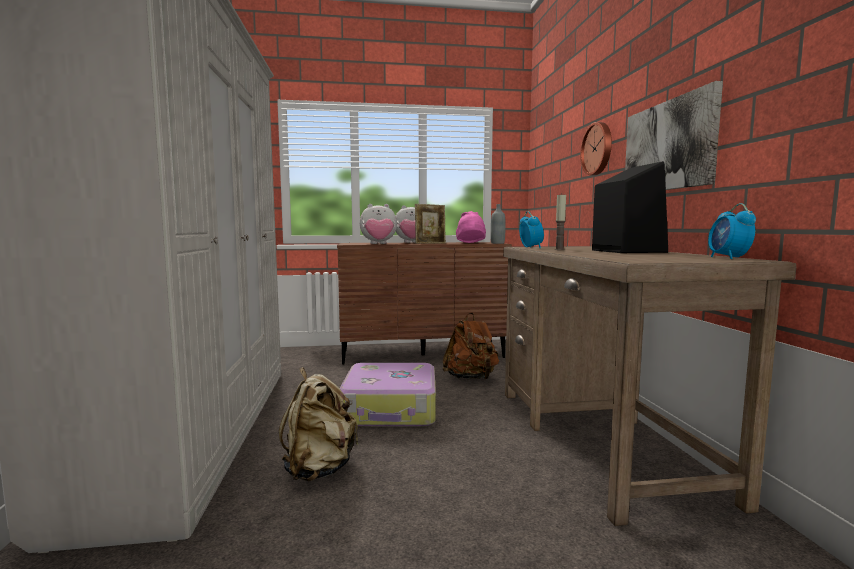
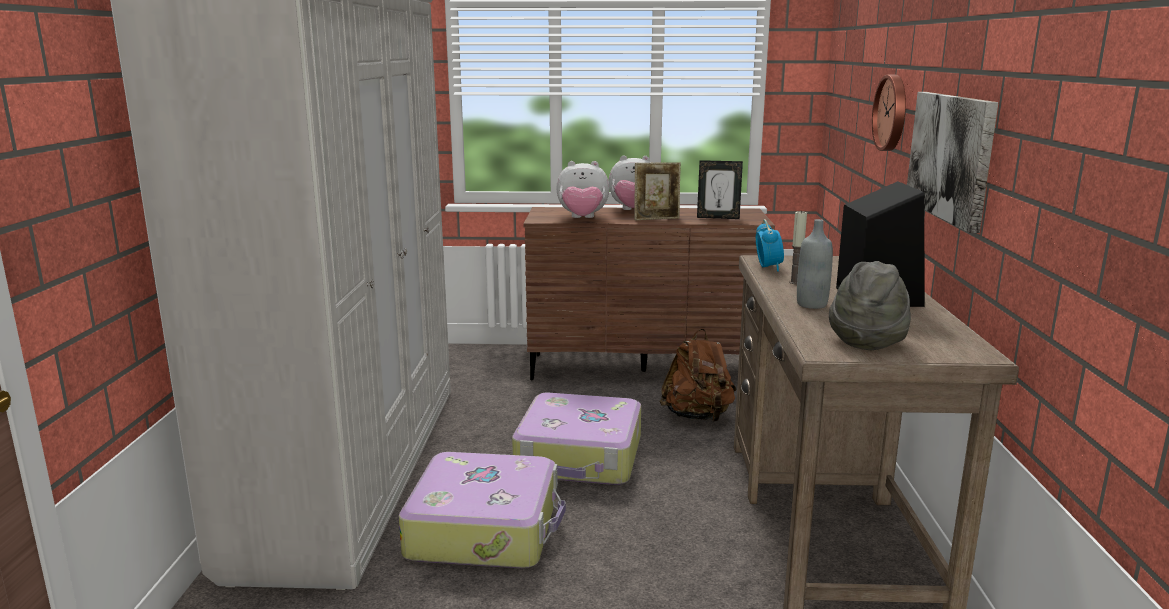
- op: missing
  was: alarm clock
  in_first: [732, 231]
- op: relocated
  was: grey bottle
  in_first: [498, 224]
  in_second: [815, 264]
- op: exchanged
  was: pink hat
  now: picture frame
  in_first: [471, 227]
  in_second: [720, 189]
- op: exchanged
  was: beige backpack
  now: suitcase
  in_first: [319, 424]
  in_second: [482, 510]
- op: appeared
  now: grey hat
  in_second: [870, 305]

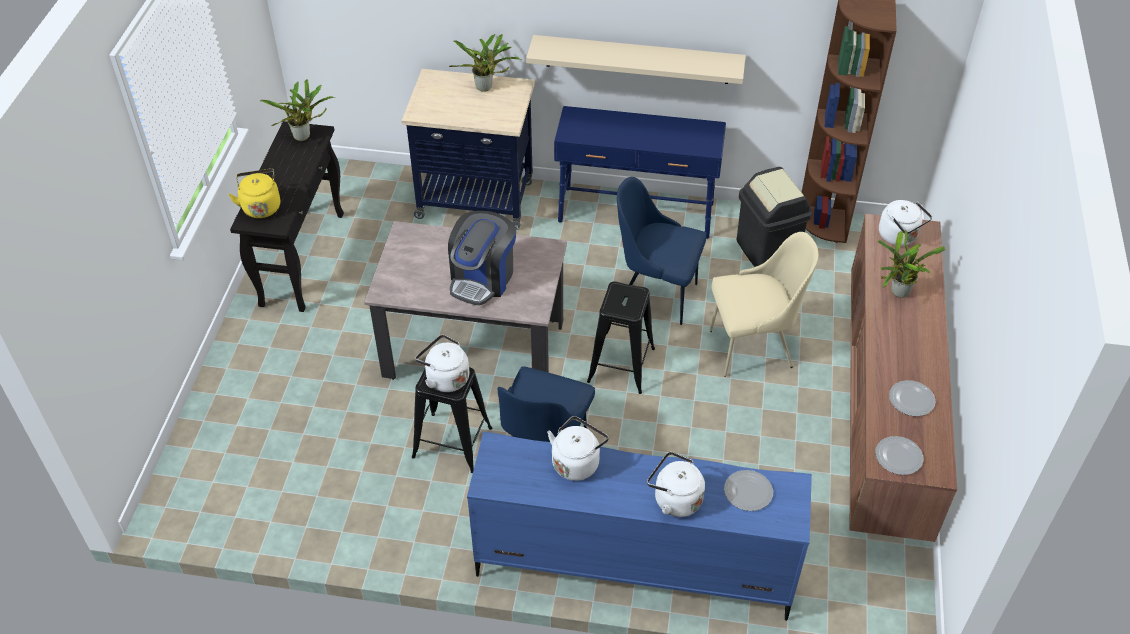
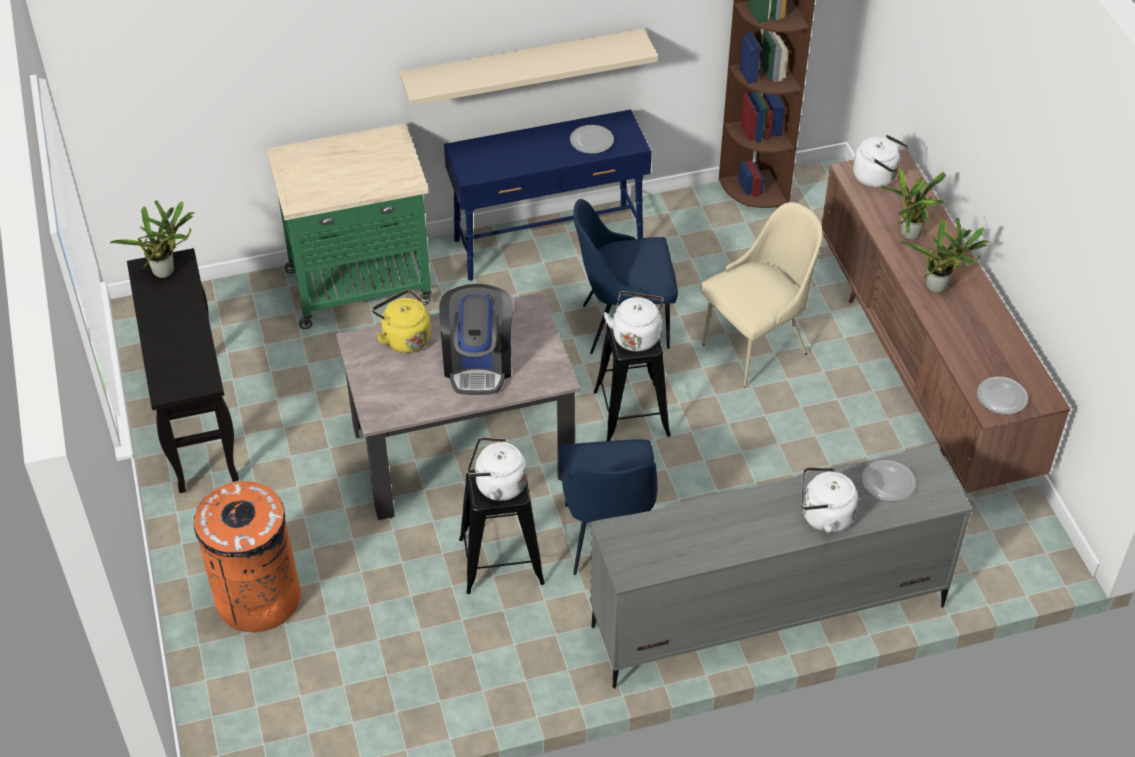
- op: relocated
  was: potted plant
  in_first: [485, 63]
  in_second: [945, 255]
- op: colour
  was: blue cart
  now: green cart
  in_first: [468, 149]
  in_second: [348, 226]
- op: missing
  was: black trash can
  in_first: [774, 217]
- op: relocated
  was: yellow kettle
  in_first: [254, 193]
  in_second: [401, 321]
- op: relocated
  was: plate
  in_first: [912, 398]
  in_second: [592, 139]
- op: relocated
  was: white kettle
  in_first: [578, 448]
  in_second: [633, 321]
- op: colour
  was: blue dresser
  now: grey dresser
  in_first: [639, 526]
  in_second: [781, 565]
- op: appeared
  now: orange trash can
  in_second: [247, 557]

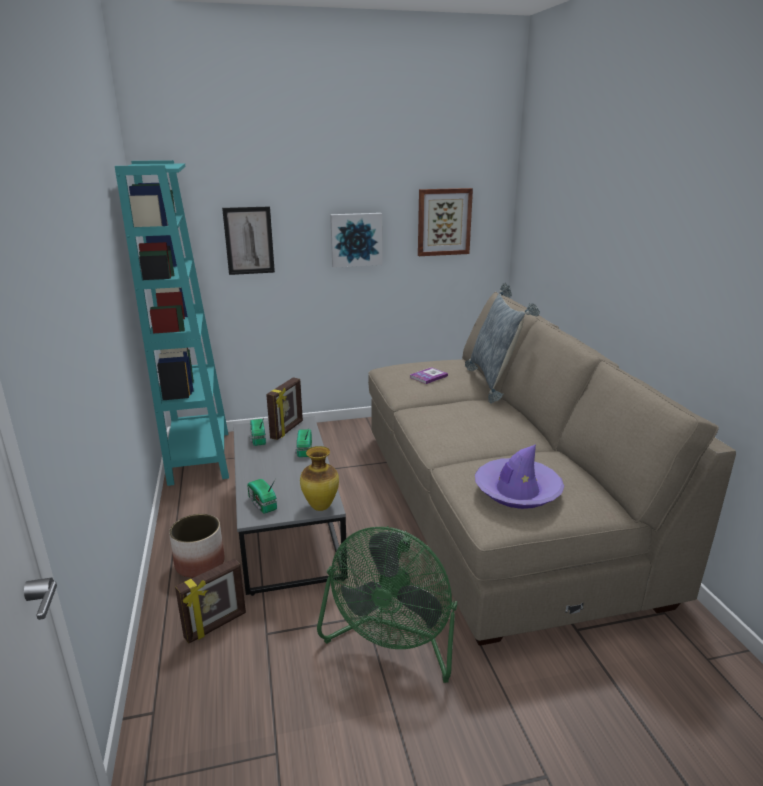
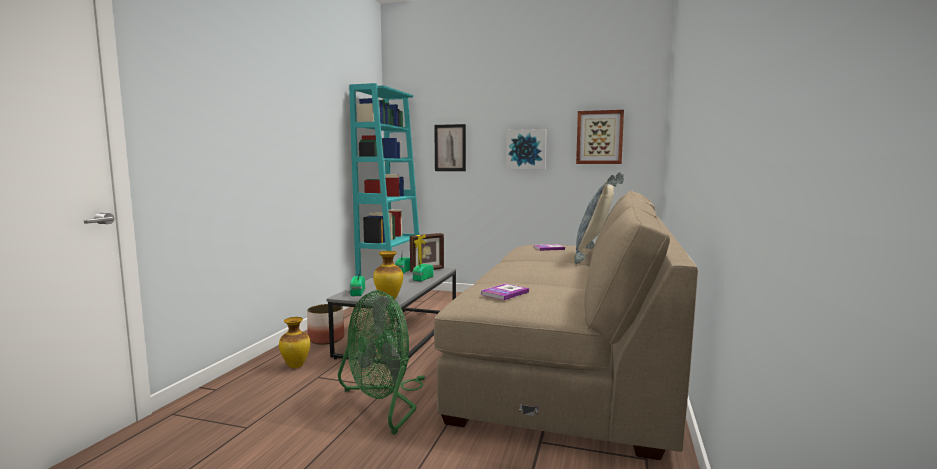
- op: exchanged
  was: purple hat
  now: book
  in_first: [519, 476]
  in_second: [505, 291]
- op: exchanged
  was: picture frame
  now: vase
  in_first: [210, 600]
  in_second: [294, 342]

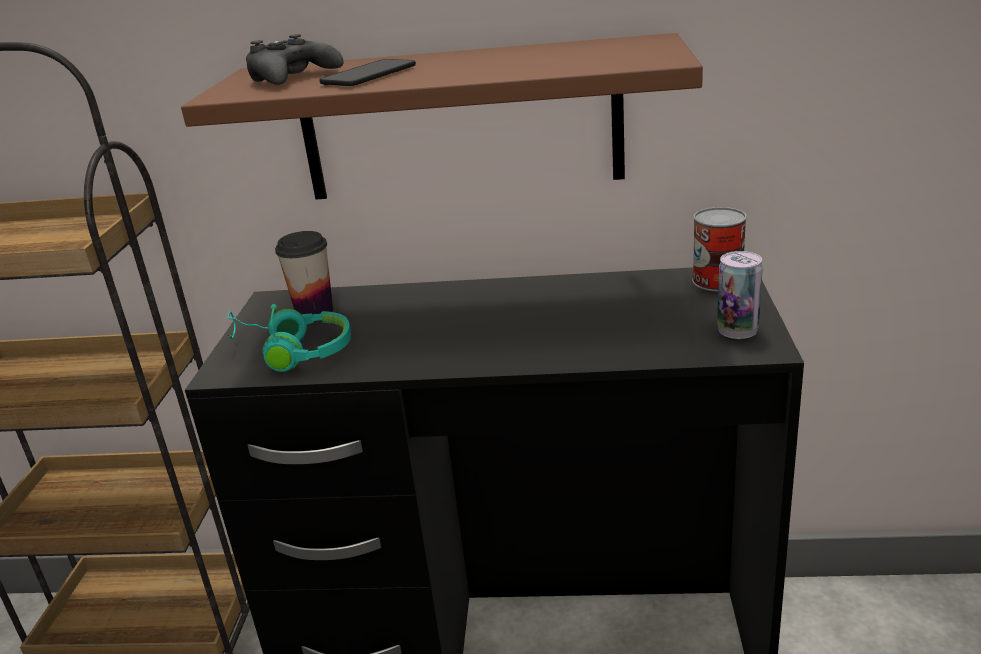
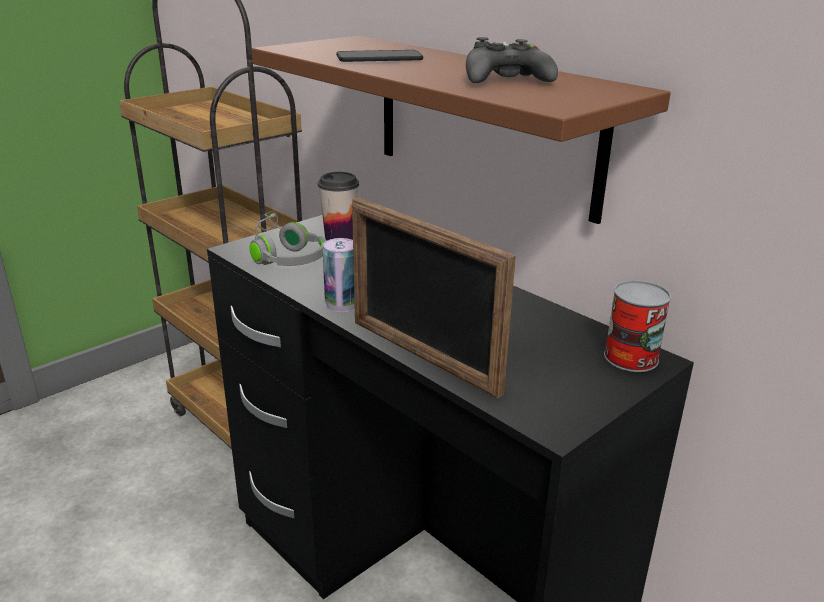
- op: relocated
  was: black game controller
  in_first: [295, 59]
  in_second: [512, 60]
- op: relocated
  was: can
  in_first: [740, 295]
  in_second: [339, 275]
- op: colour
  was: turquoise headphones
  now: grey headphones
  in_first: [289, 338]
  in_second: [287, 238]
- op: appeared
  now: picture frame
  in_second: [434, 297]

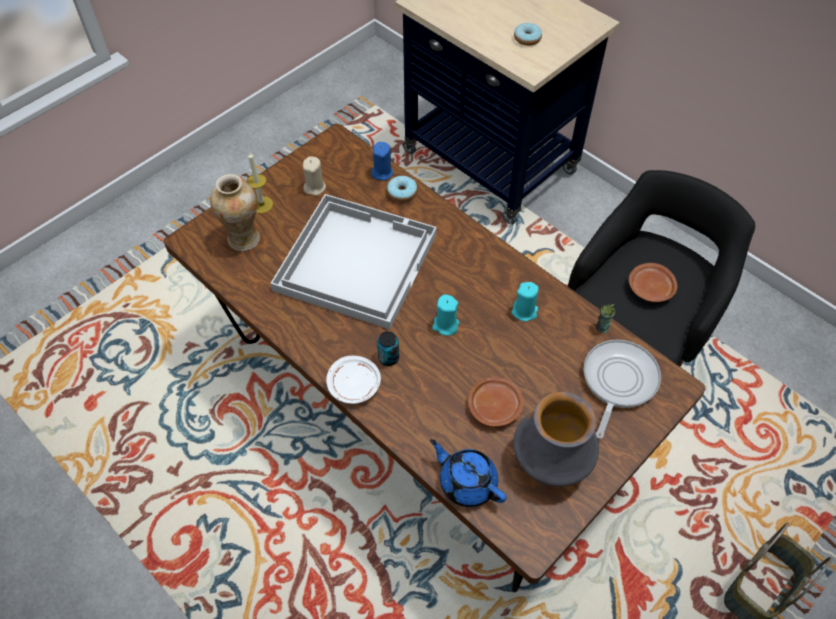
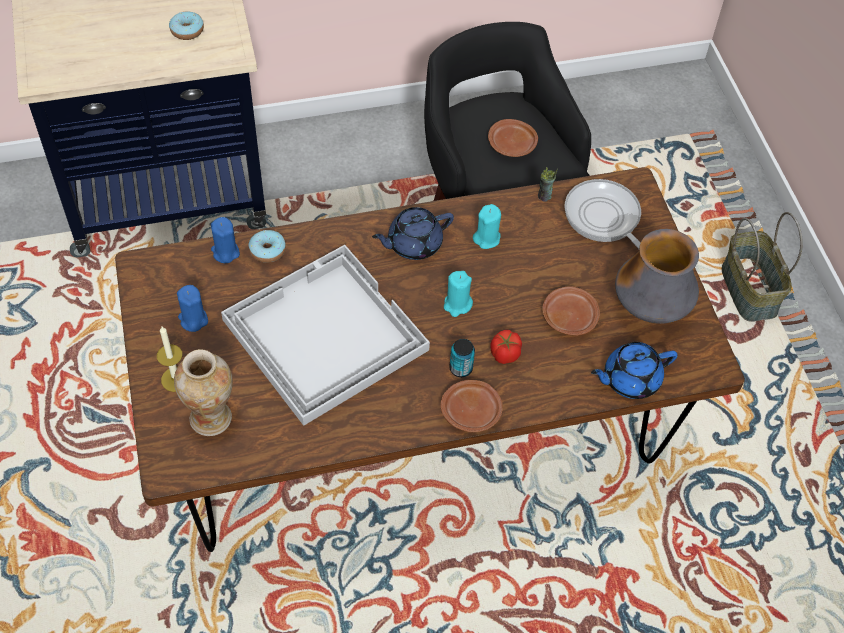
- op: colour
  was: beige candle
  now: blue candle
  in_first: [314, 176]
  in_second: [192, 308]
- op: colour
  was: white plate
  now: brown plate
  in_first: [353, 380]
  in_second: [471, 406]
- op: appeared
  now: blue teapot
  in_second: [413, 233]
- op: appeared
  now: tomato
  in_second: [506, 347]

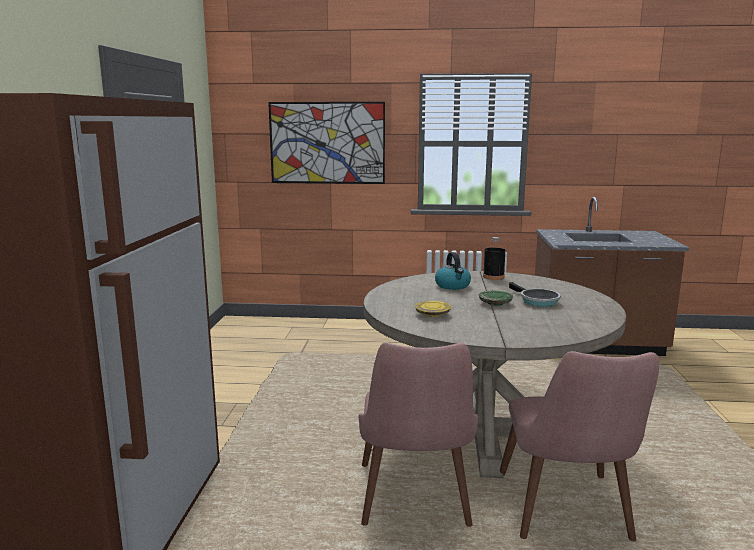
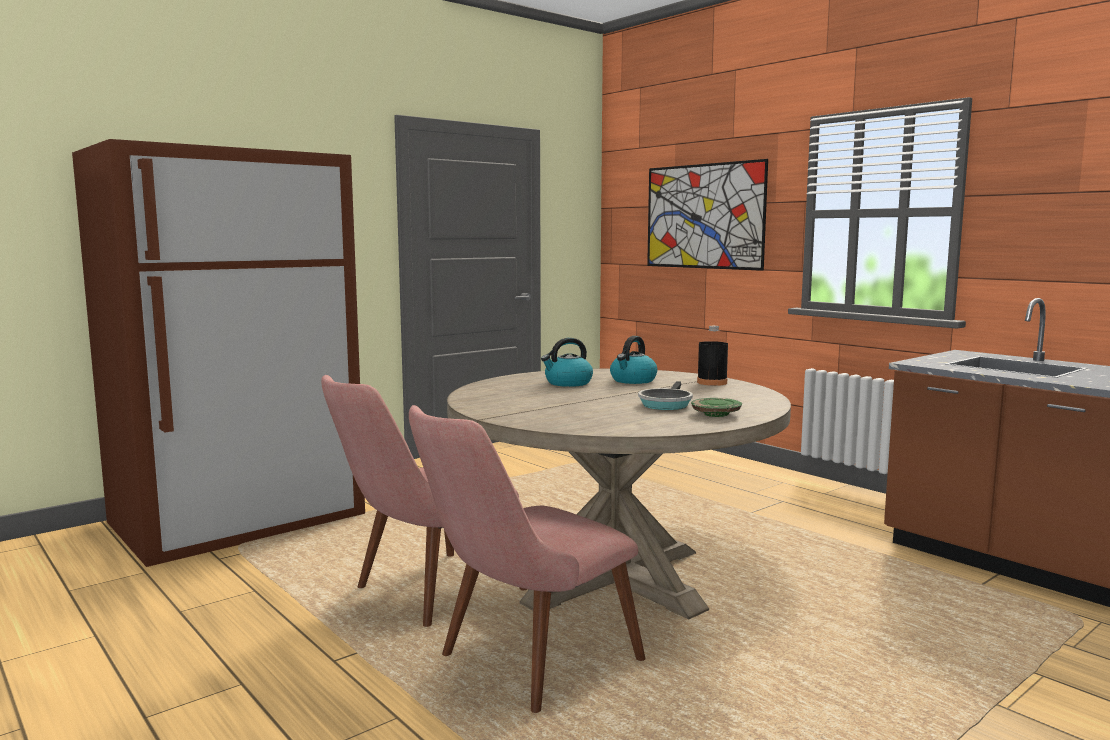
- op: relocated
  was: green plate
  in_first: [496, 298]
  in_second: [716, 407]
- op: missing
  was: yellow plate
  in_first: [433, 309]
- op: appeared
  now: kettle
  in_second: [567, 362]

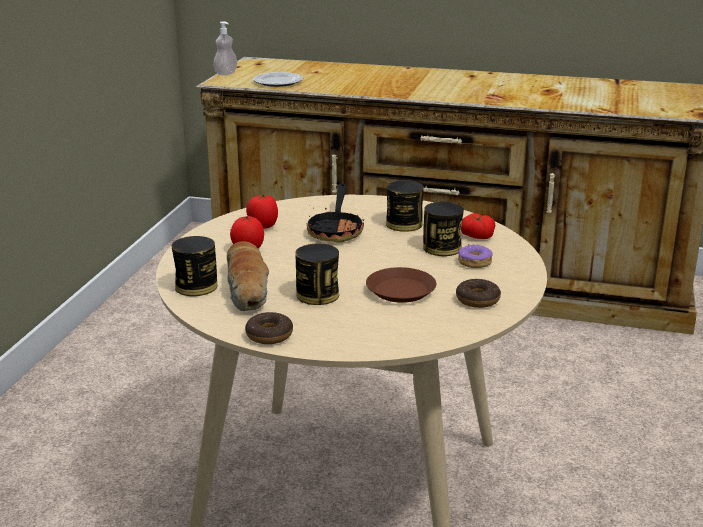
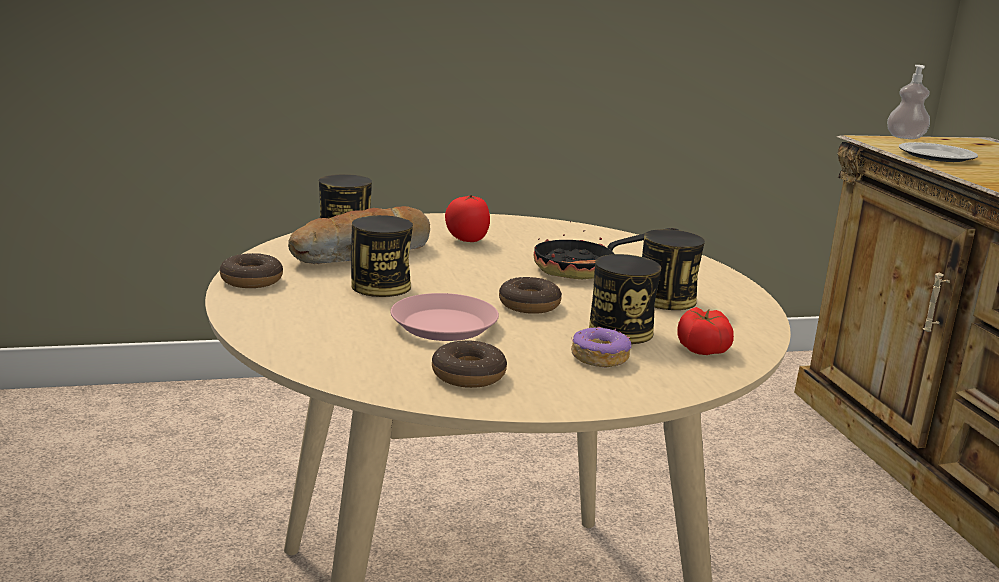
- op: missing
  was: tomato
  in_first: [262, 211]
- op: colour
  was: brown plate
  now: pink plate
  in_first: [401, 285]
  in_second: [444, 317]
- op: appeared
  now: donut
  in_second: [530, 295]

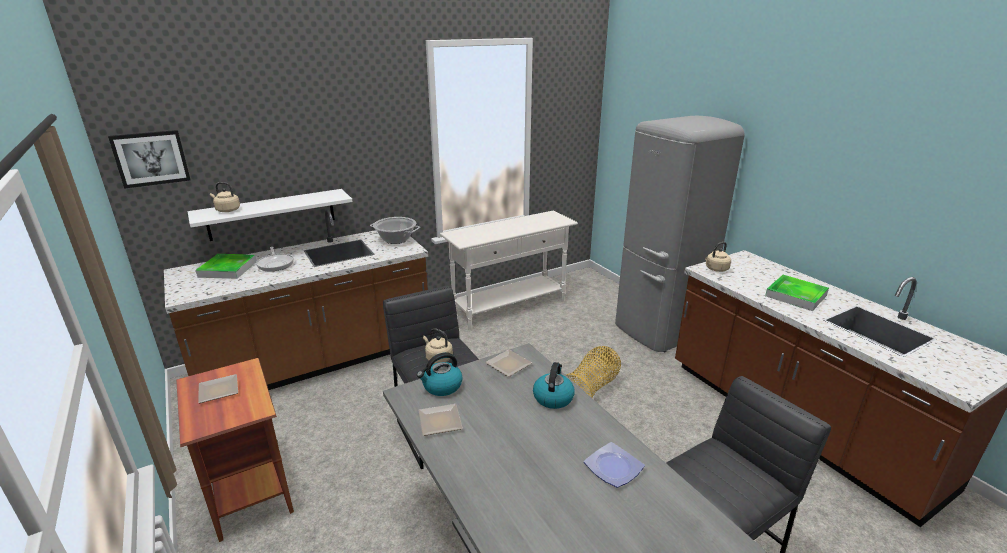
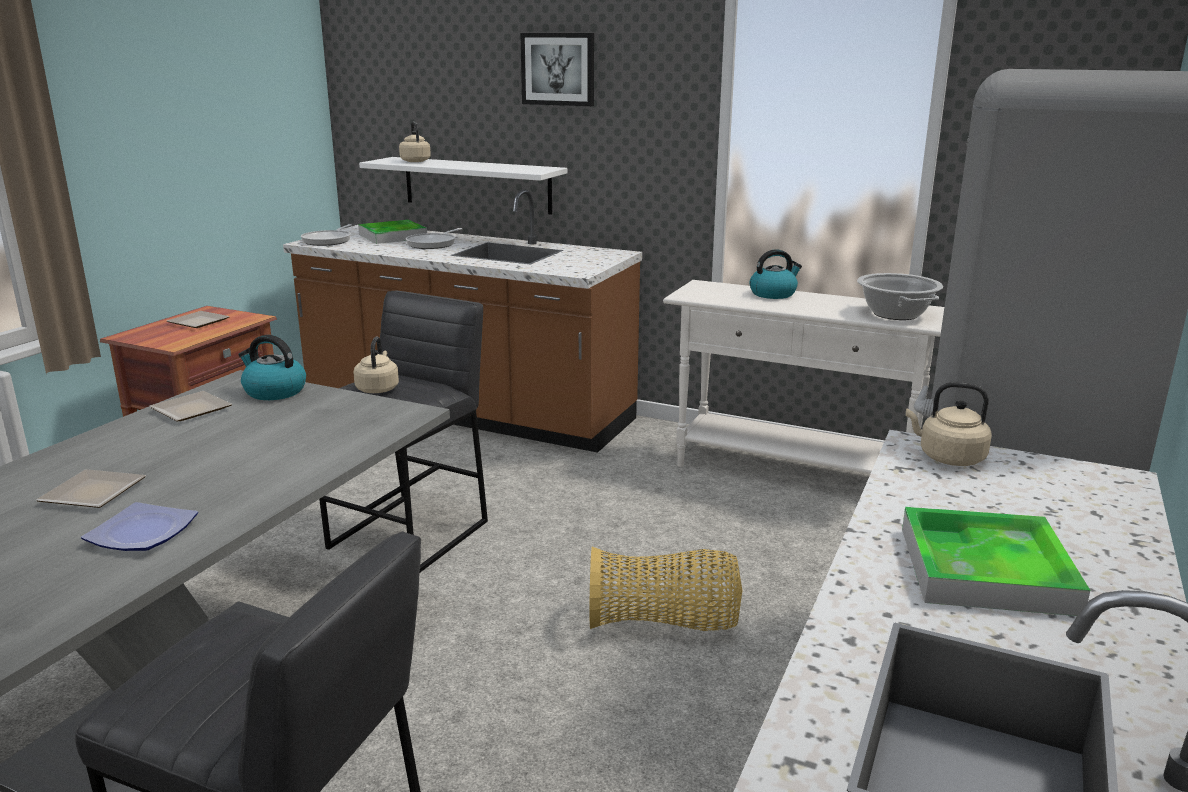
- op: relocated
  was: picture
  in_first: [149, 159]
  in_second: [557, 69]
- op: relocated
  was: cooking pot
  in_first: [395, 230]
  in_second: [900, 296]
- op: relocated
  was: plate
  in_first: [508, 363]
  in_second: [91, 488]
- op: relocated
  was: kettle
  in_first: [554, 385]
  in_second: [776, 274]
- op: appeared
  now: frying pan
  in_second: [326, 235]

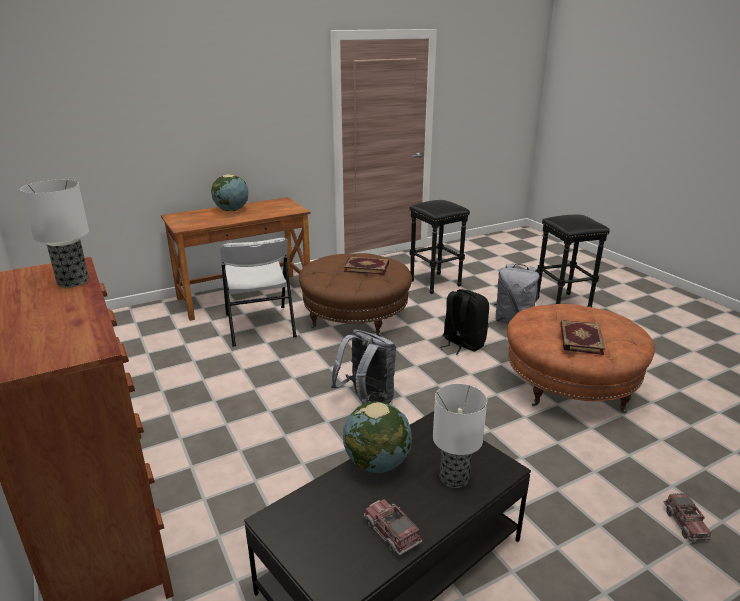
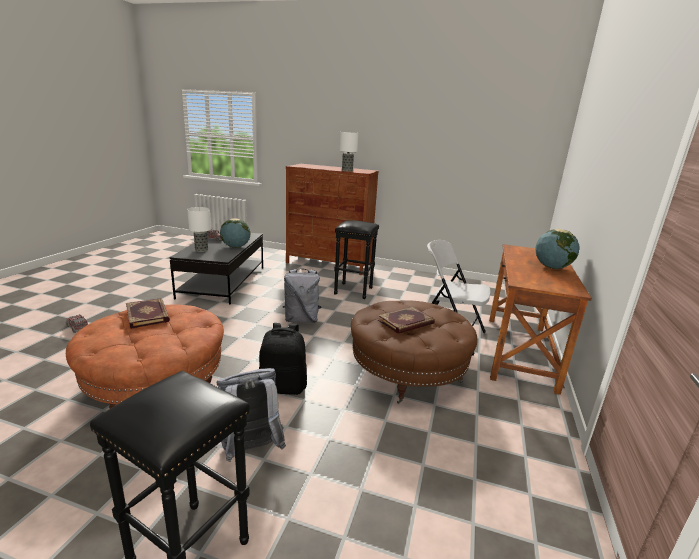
- op: relocated
  was: black stool
  in_first: [440, 247]
  in_second: [356, 259]

